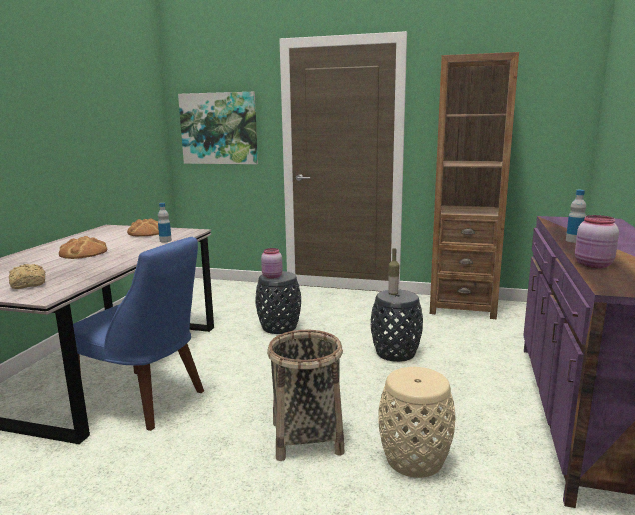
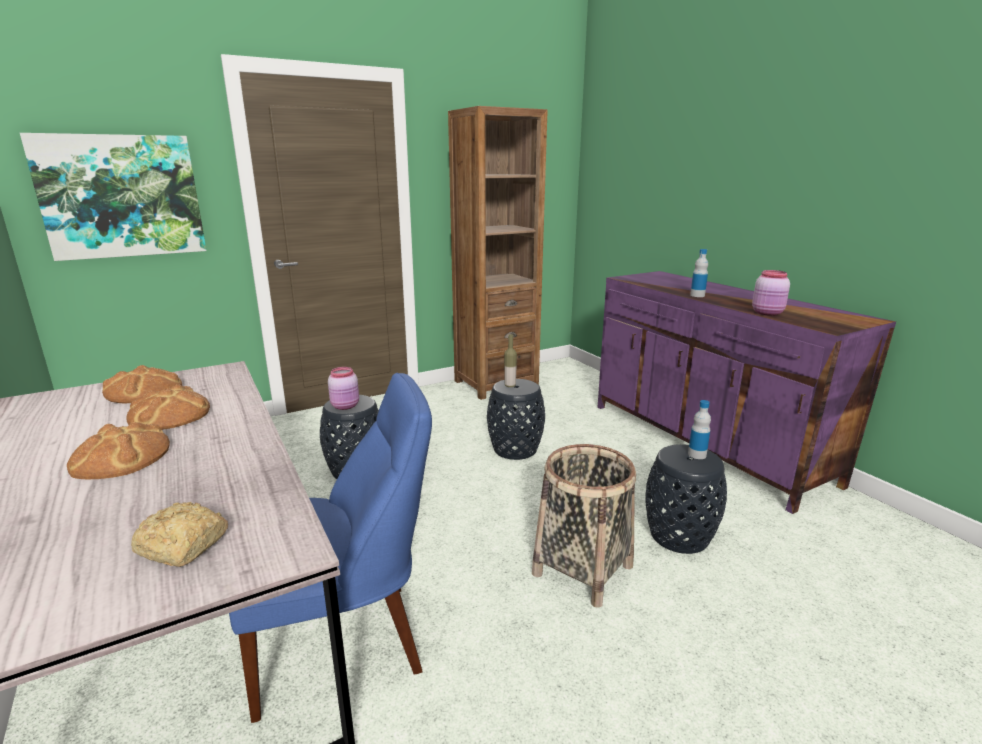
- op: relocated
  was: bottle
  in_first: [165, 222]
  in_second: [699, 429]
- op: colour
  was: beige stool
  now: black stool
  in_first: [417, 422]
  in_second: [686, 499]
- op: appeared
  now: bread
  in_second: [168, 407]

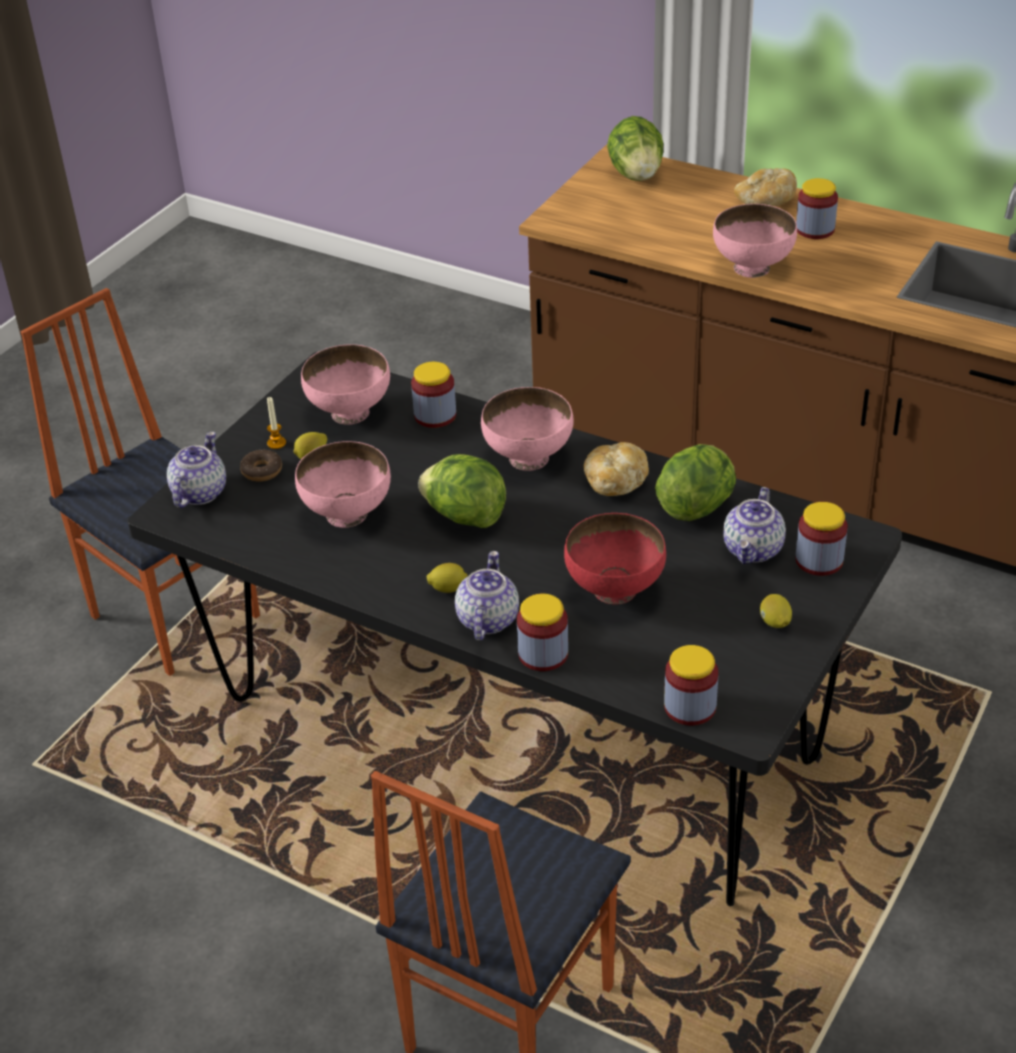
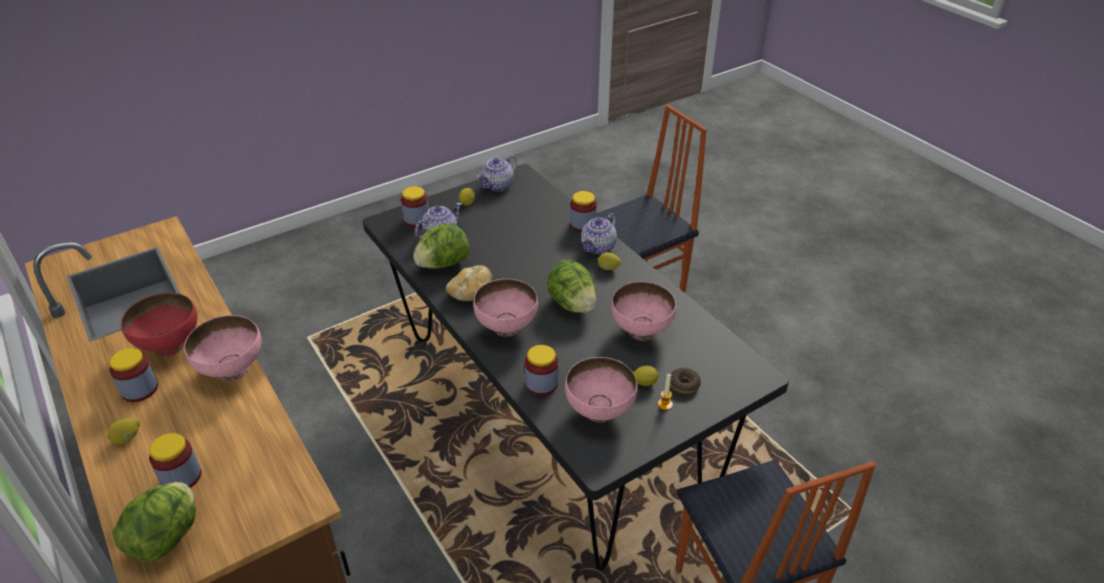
- op: exchanged
  was: bread
  now: lemon
  in_first: [765, 187]
  in_second: [123, 431]
- op: relocated
  was: teapot
  in_first: [196, 470]
  in_second: [497, 173]
- op: relocated
  was: red bowl
  in_first: [615, 559]
  in_second: [159, 324]
- op: relocated
  was: jar
  in_first: [691, 685]
  in_second: [175, 460]

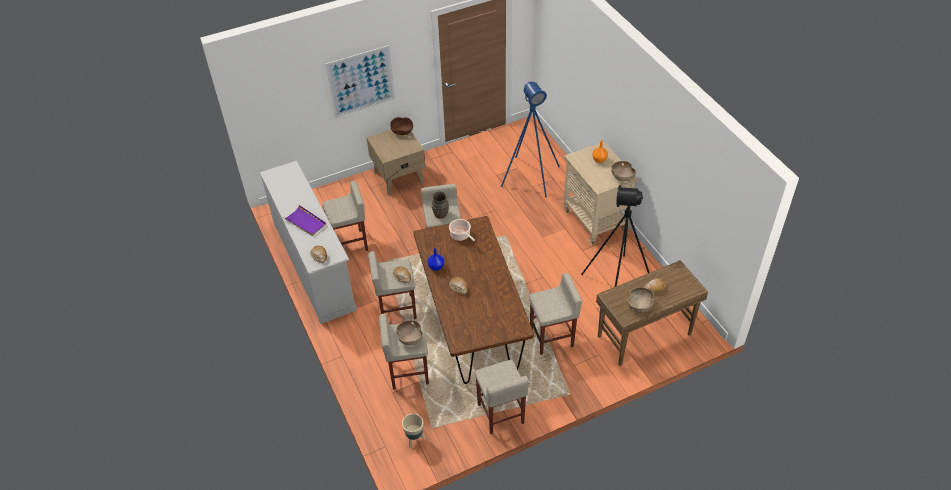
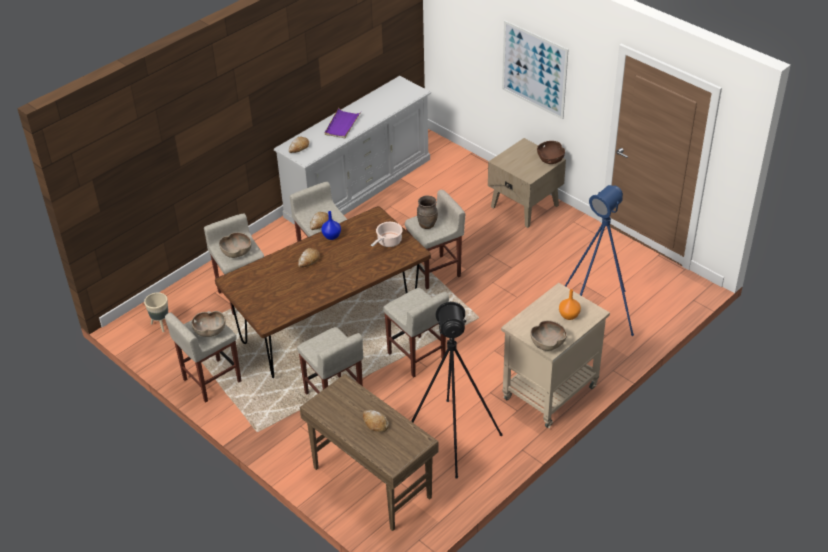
- op: relocated
  was: beige stool
  in_first: [345, 216]
  in_second: [416, 332]
- op: relocated
  was: brown bowl
  in_first: [641, 300]
  in_second: [208, 324]

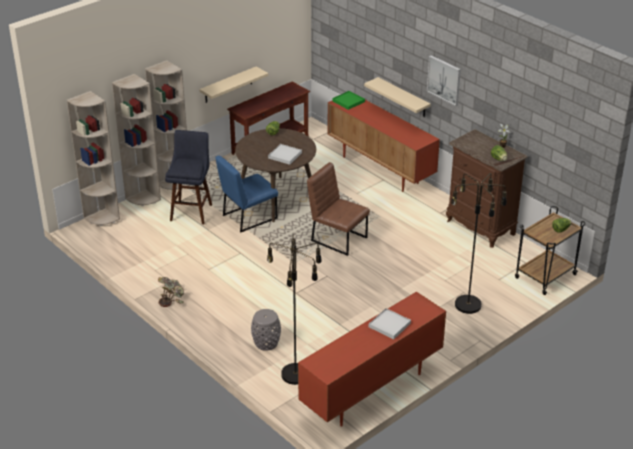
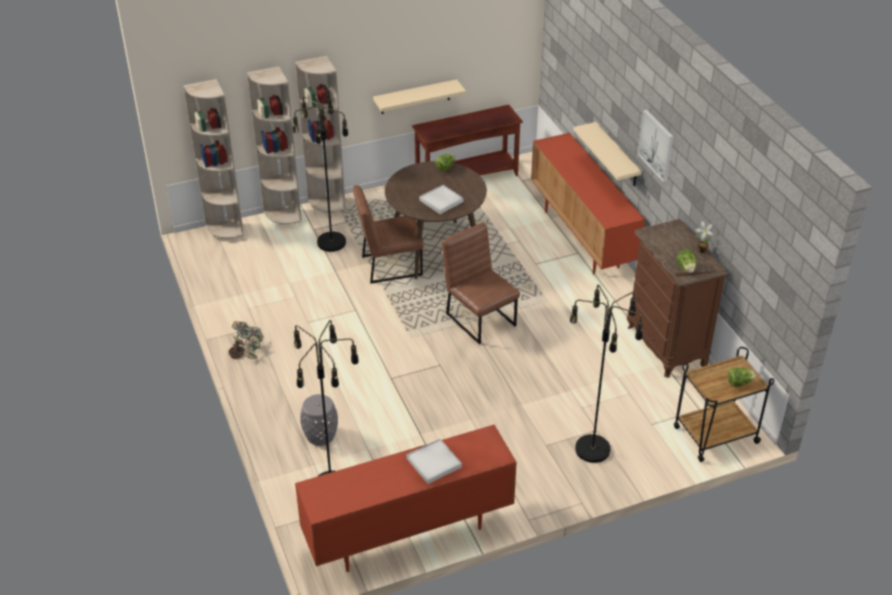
- op: missing
  was: green tray
  in_first: [348, 100]
- op: exchanged
  was: blue stool
  now: floor lamp
  in_first: [188, 177]
  in_second: [320, 172]
- op: colour
  was: blue chair
  now: brown chair
  in_first: [247, 193]
  in_second: [388, 234]

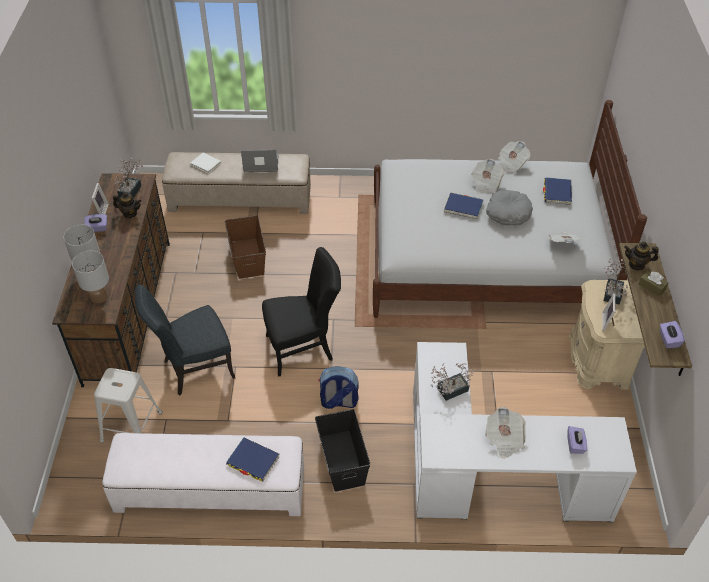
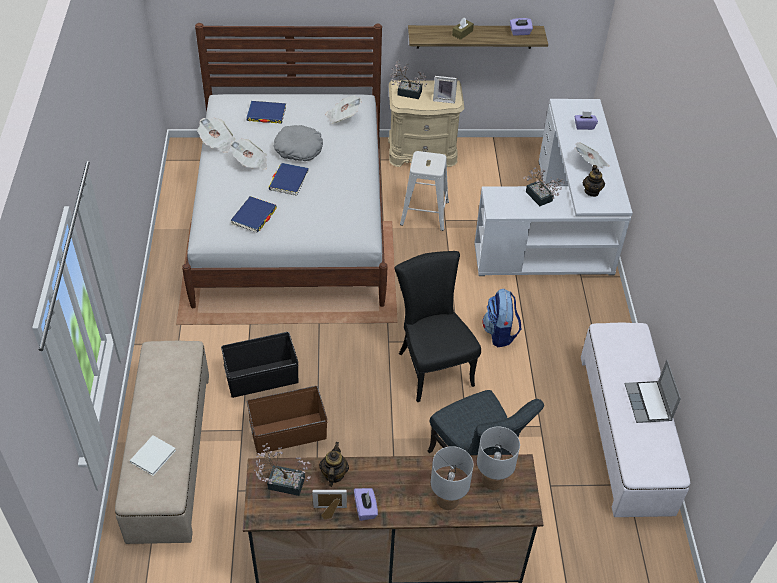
- op: relocated
  was: laptop
  in_first: [260, 161]
  in_second: [653, 391]
- op: relocated
  was: teapot
  in_first: [641, 256]
  in_second: [593, 181]
- op: relocated
  was: white stool
  in_first: [128, 405]
  in_second: [424, 191]
- op: relocated
  was: black storage box
  in_first: [342, 450]
  in_second: [260, 365]
- op: relocated
  was: blue book
  in_first: [252, 459]
  in_second: [253, 214]

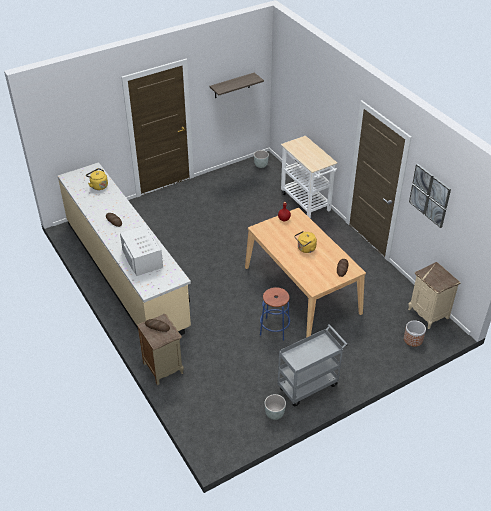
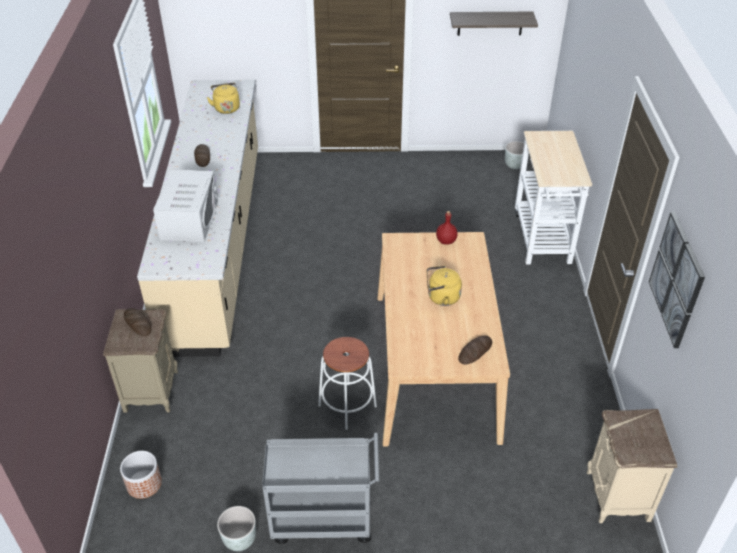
- op: colour
  was: blue stool
  now: white stool
  in_first: [275, 314]
  in_second: [347, 383]
- op: relocated
  was: planter
  in_first: [415, 334]
  in_second: [141, 475]

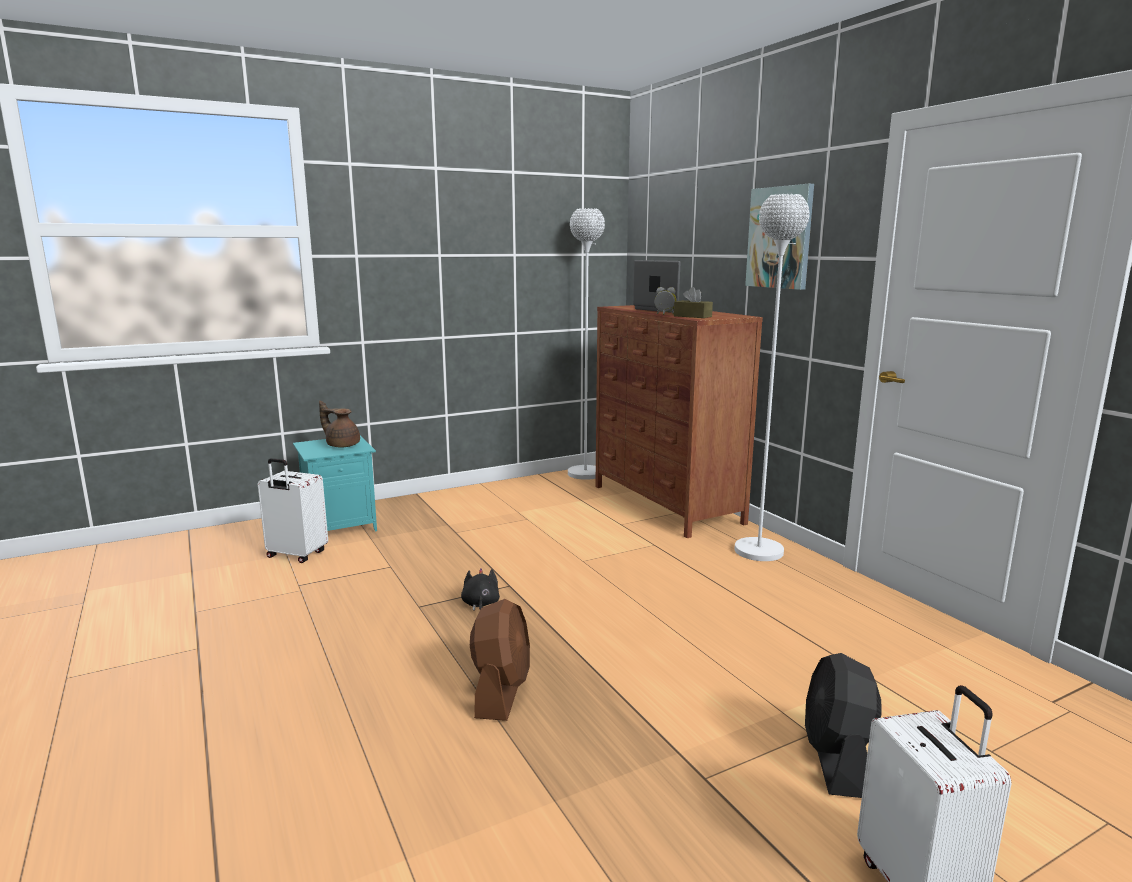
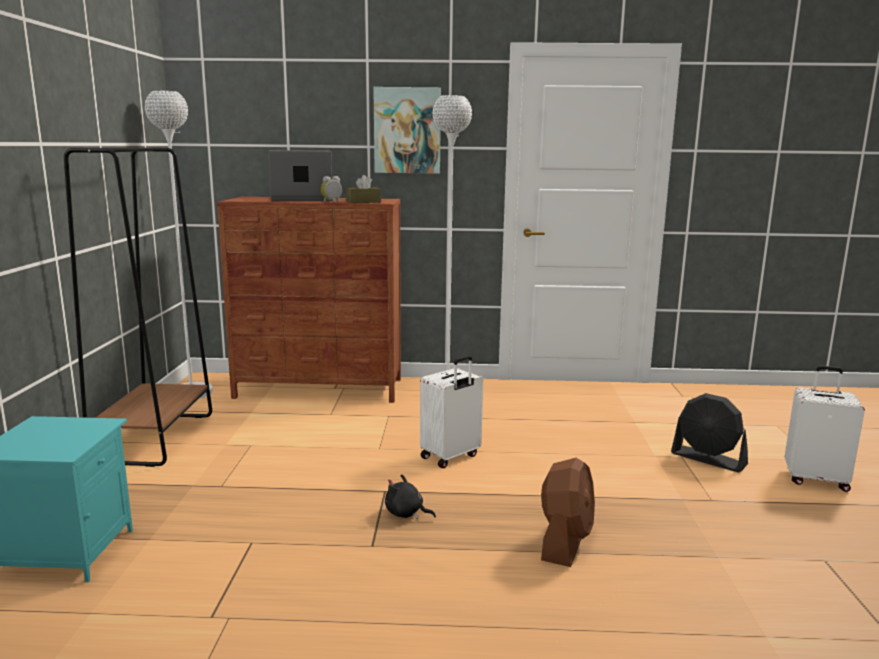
- op: missing
  was: brown teapot
  in_first: [339, 424]
- op: relocated
  was: white suitcase
  in_first: [293, 510]
  in_second: [451, 411]
- op: spun
  was: brown fan
  in_first: [500, 660]
  in_second: [568, 512]
  clockwise: 75
- op: appeared
  now: clothes rack
  in_second: [138, 307]

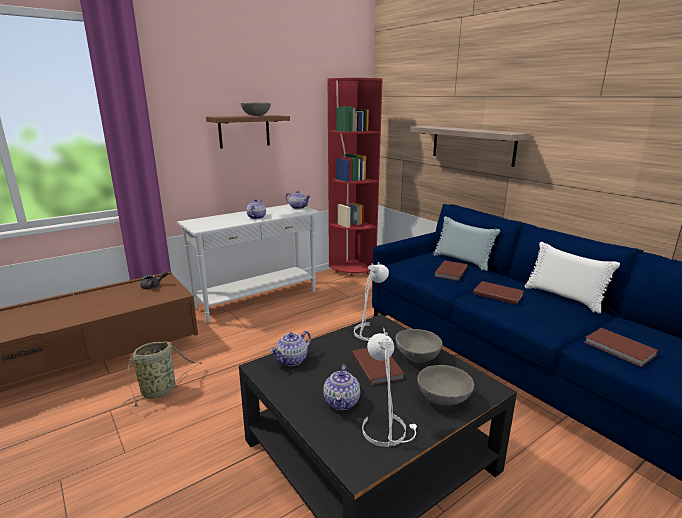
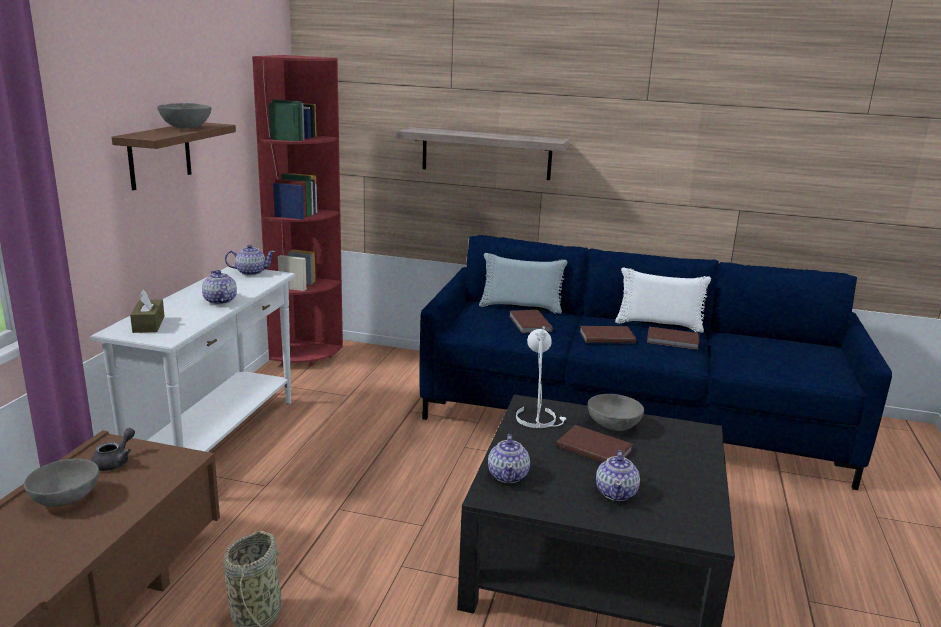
- op: relocated
  was: brown book
  in_first: [621, 347]
  in_second: [673, 338]
- op: missing
  was: white table lamp
  in_first: [389, 389]
- op: spun
  was: teapot
  in_first: [341, 387]
  in_second: [618, 475]
  clockwise: 45
- op: relocated
  was: grey bowl
  in_first: [445, 385]
  in_second: [61, 483]
- op: appeared
  now: brown tissue box
  in_second: [147, 311]

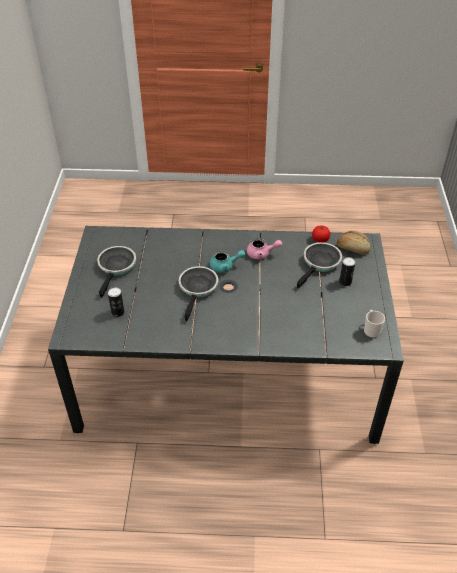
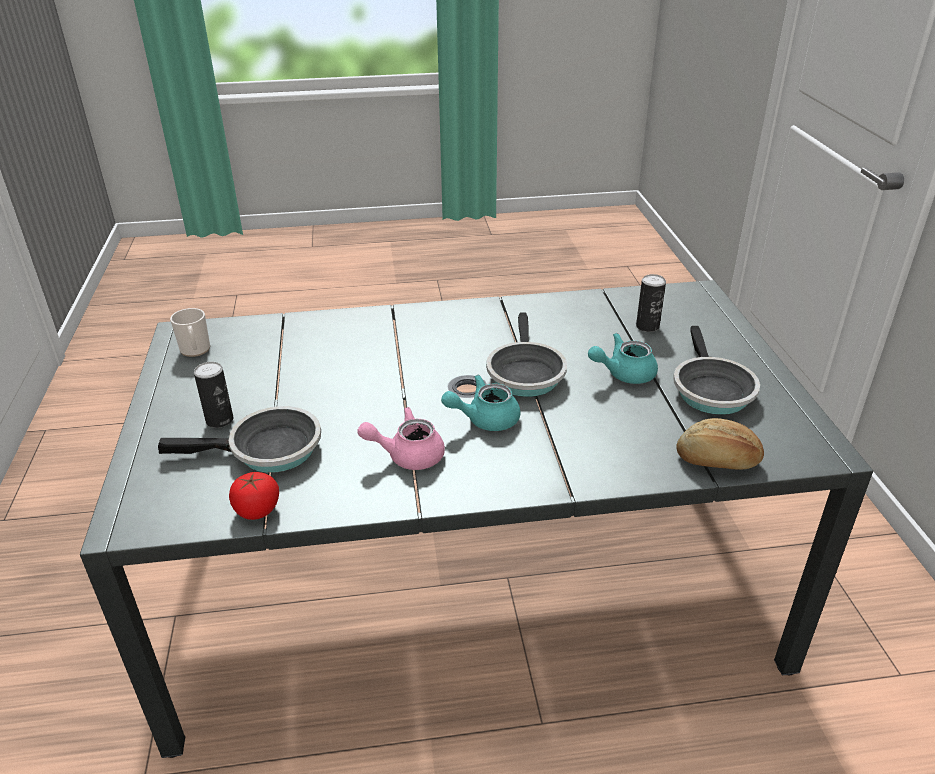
- op: relocated
  was: bread
  in_first: [354, 243]
  in_second: [720, 444]
- op: spun
  was: frying pan
  in_first: [319, 265]
  in_second: [239, 439]
  clockwise: -120
- op: appeared
  now: turquoise teapot
  in_second: [623, 358]

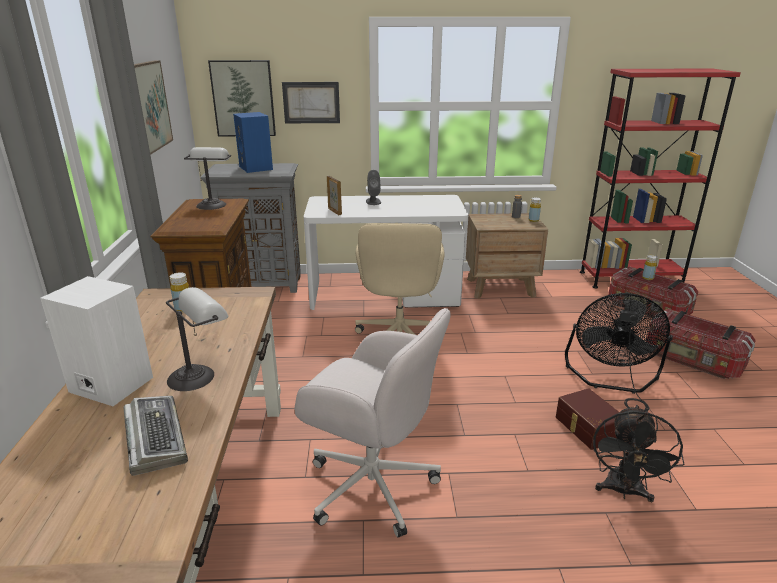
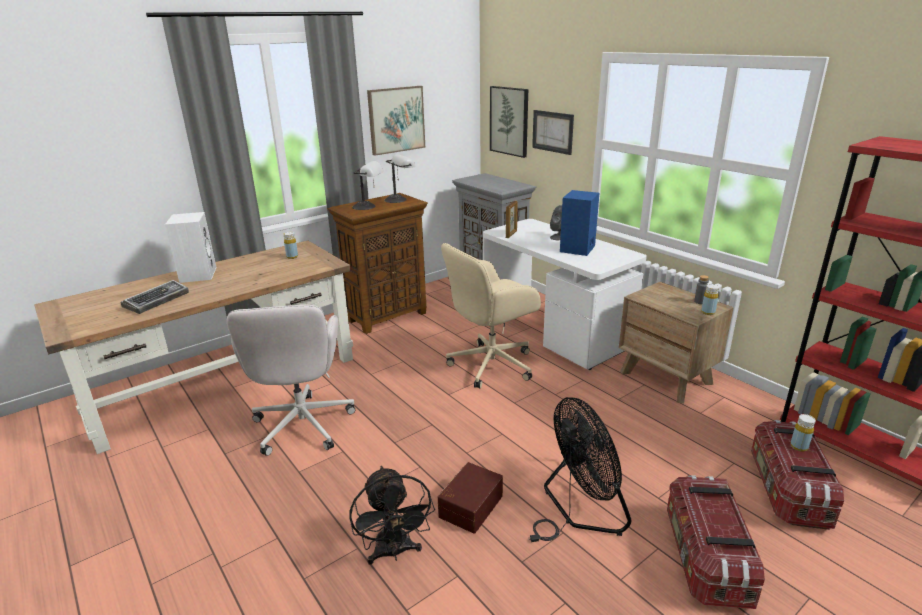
- op: relocated
  was: blue speaker
  in_first: [253, 142]
  in_second: [579, 223]
- op: relocated
  was: table lamp
  in_first: [197, 339]
  in_second: [368, 185]
- op: spun
  was: black fan
  in_first: [639, 454]
  in_second: [392, 515]
  clockwise: -90

